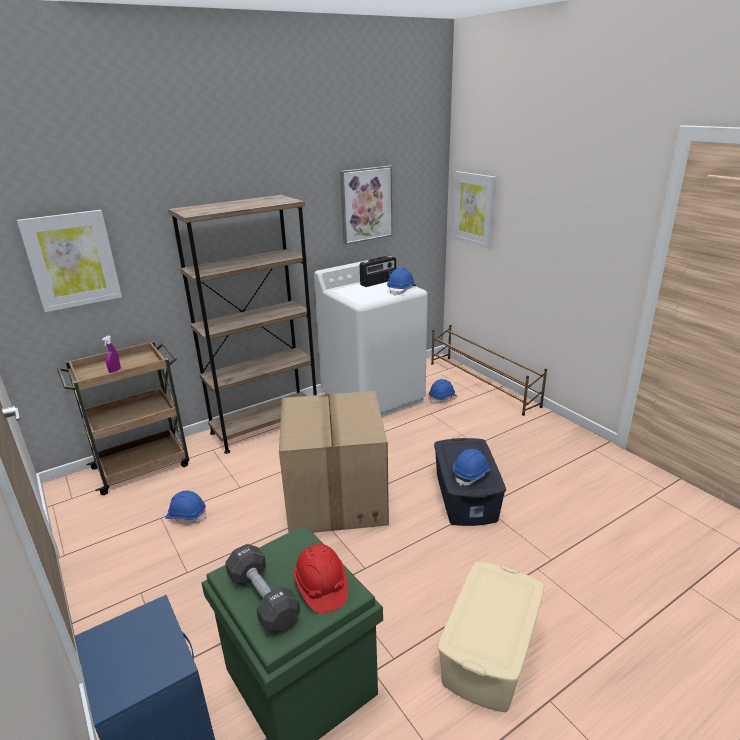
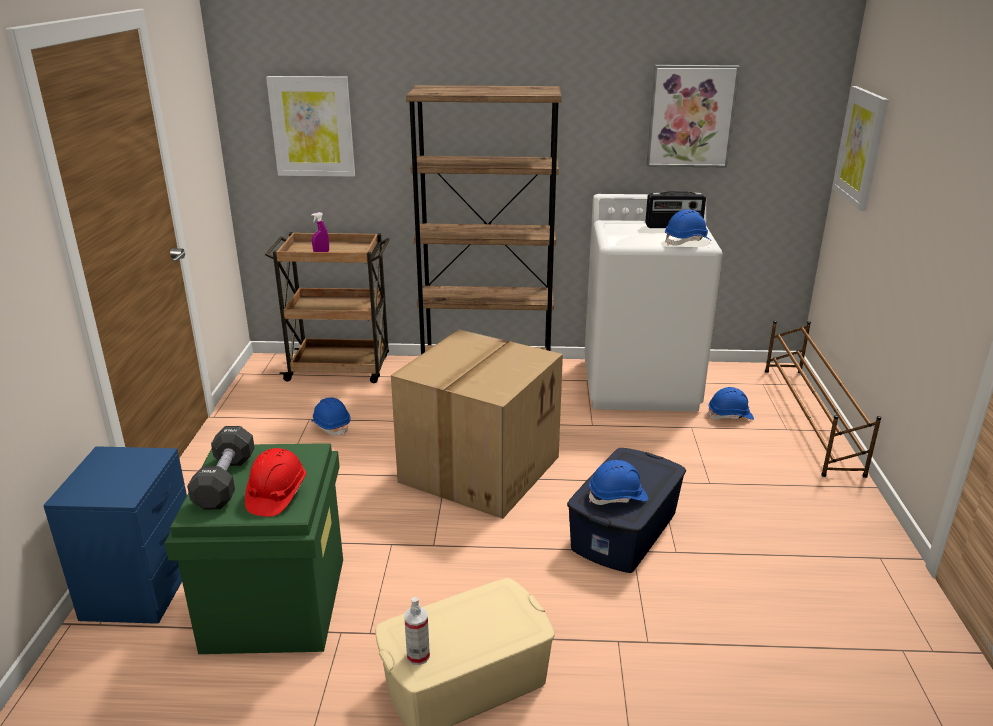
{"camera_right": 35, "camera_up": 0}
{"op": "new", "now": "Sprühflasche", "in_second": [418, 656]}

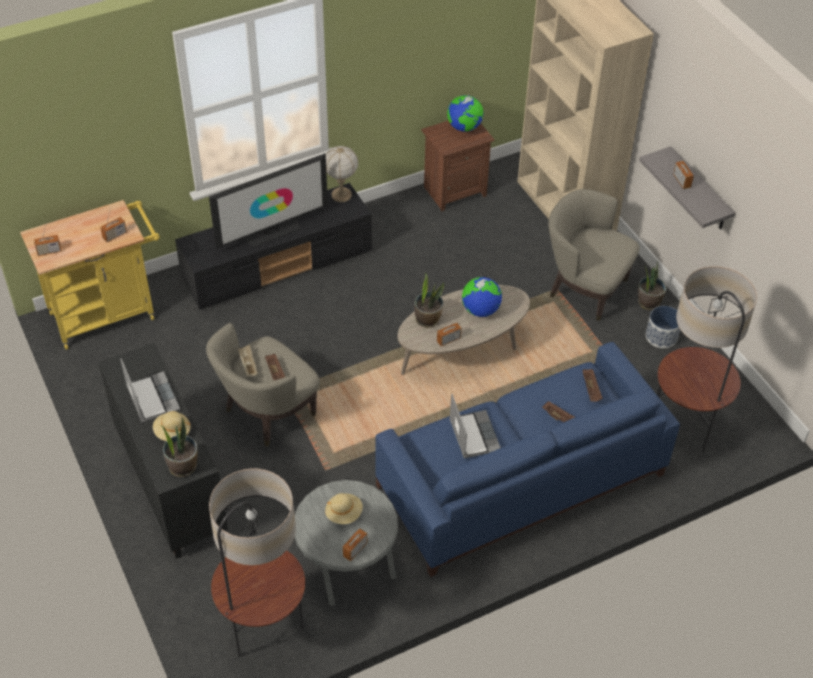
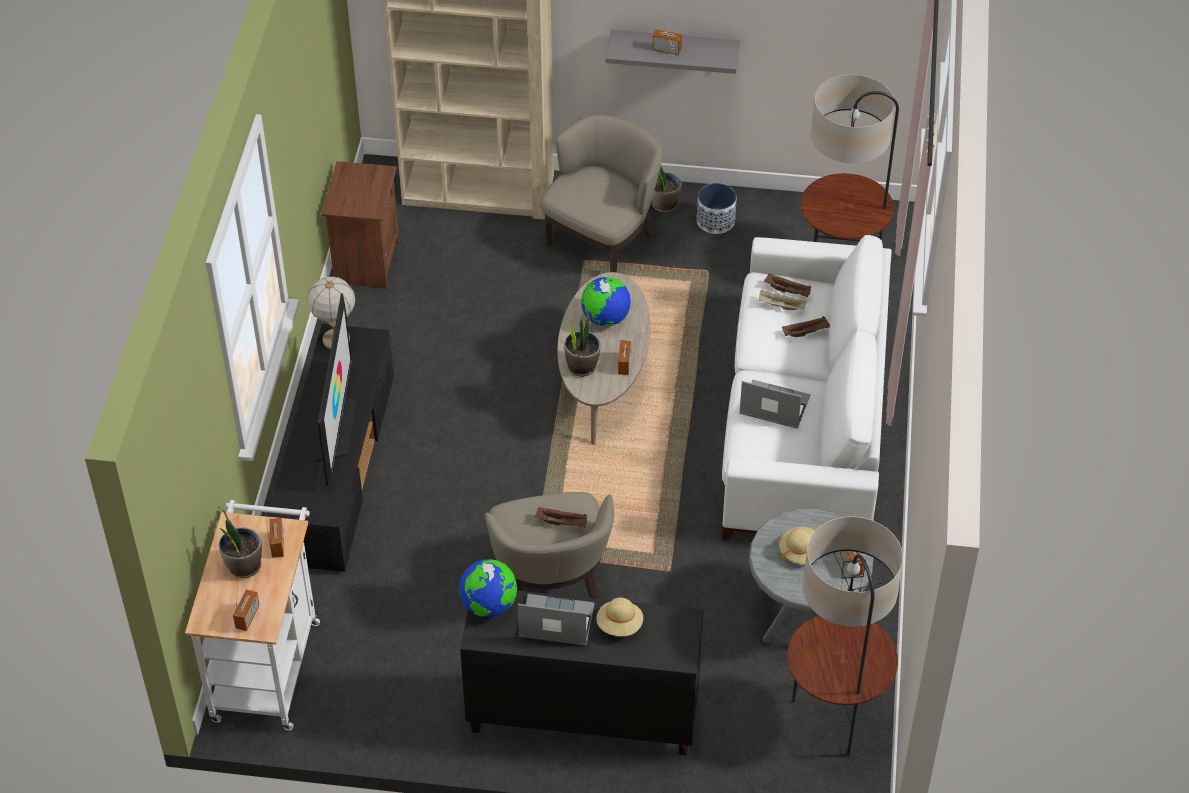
{"camera_right": -55, "camera_up": 0}
{"op": "shifted", "was": "Globus", "in_first": [464, 127], "in_second": [489, 605]}
{"op": "rotated", "was": "Sessel [beige]", "in_first": [584, 288], "in_second": [602, 239], "clockwise": 150}
{"op": "repainted", "was": "Rollwagen [gelb]", "now": "Rollwagen [weiß]", "in_first": [108, 313], "in_second": [267, 663]}
{"op": "repainted", "was": "Sofa [blau]", "now": "Sofa [weiß]", "in_first": [519, 479], "in_second": [802, 424]}
{"op": "shifted", "was": "Tablett [beige]", "in_first": [248, 365], "in_second": [780, 306]}
{"op": "shifted", "was": "Topfpflanze", "in_first": [183, 466], "in_second": [243, 566]}

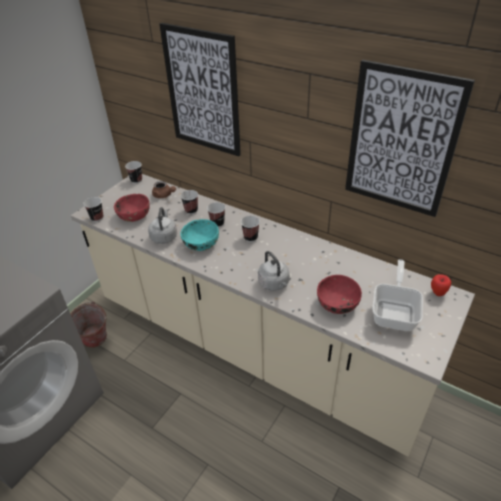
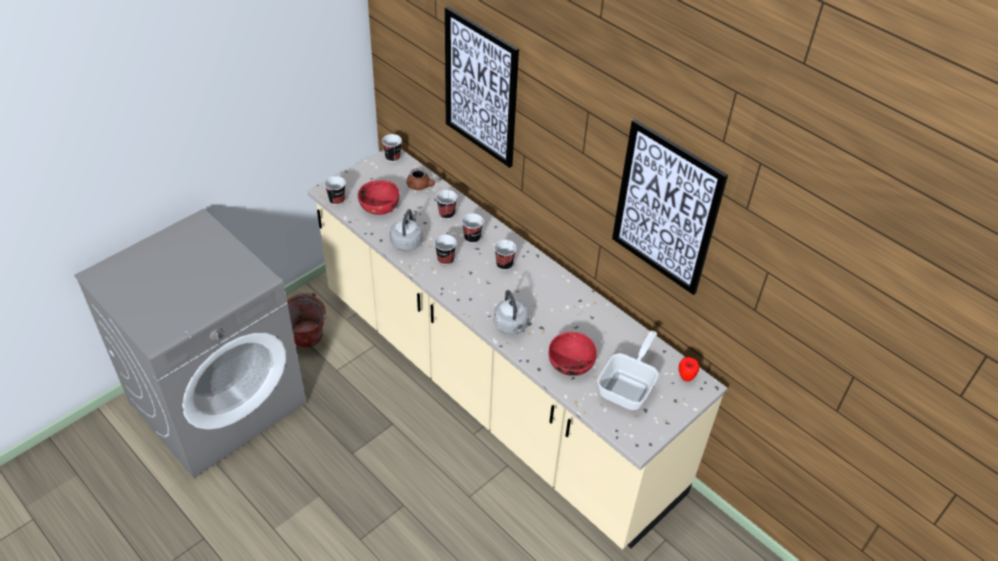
{"camera_right": 10, "camera_up": 5}
{"op": "swapped", "was": "Schüssel [türkis]", "now": "Tasse", "in_first": [200, 243], "in_second": [445, 260]}

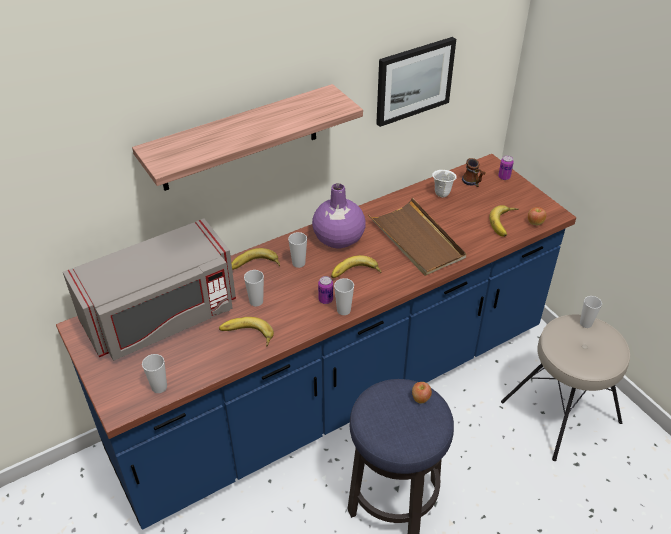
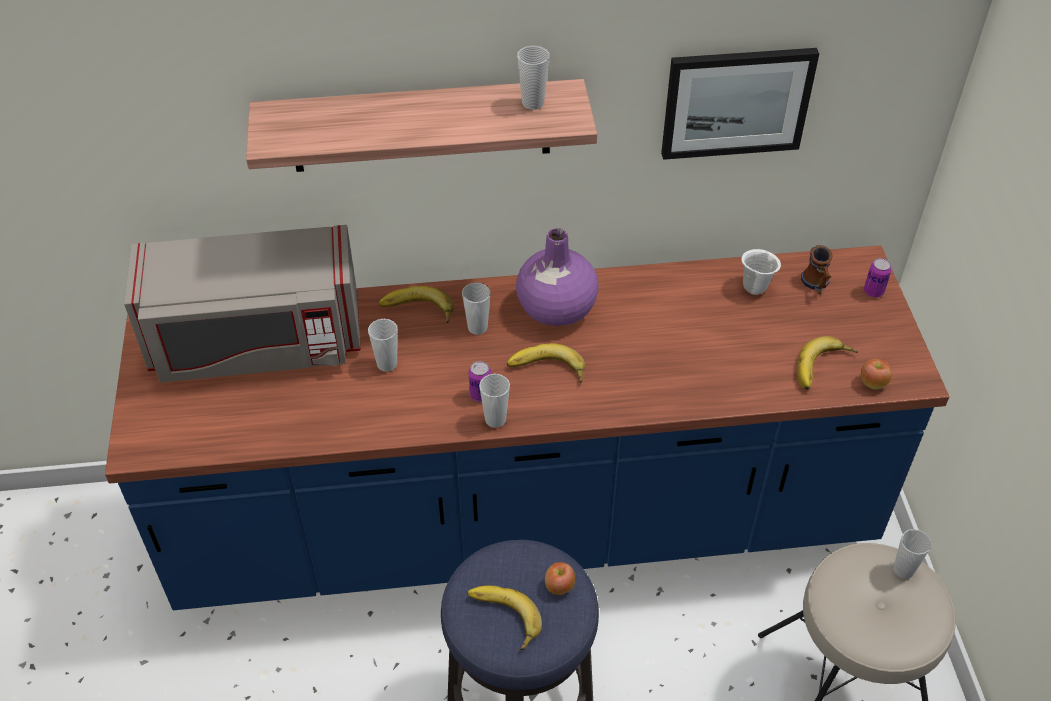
{"camera_right": 25, "camera_up": 5}
{"op": "gone", "was": "Tablett [braun]", "in_first": [417, 240]}
{"op": "shifted", "was": "Banane", "in_first": [246, 336], "in_second": [502, 618]}
{"op": "shifted", "was": "Tasse", "in_first": [159, 387], "in_second": [533, 103]}

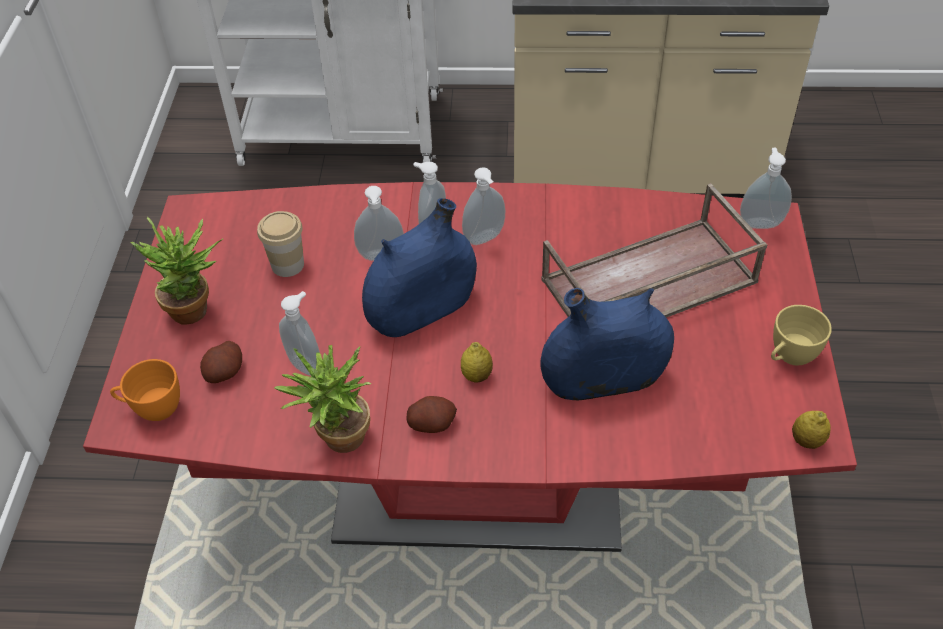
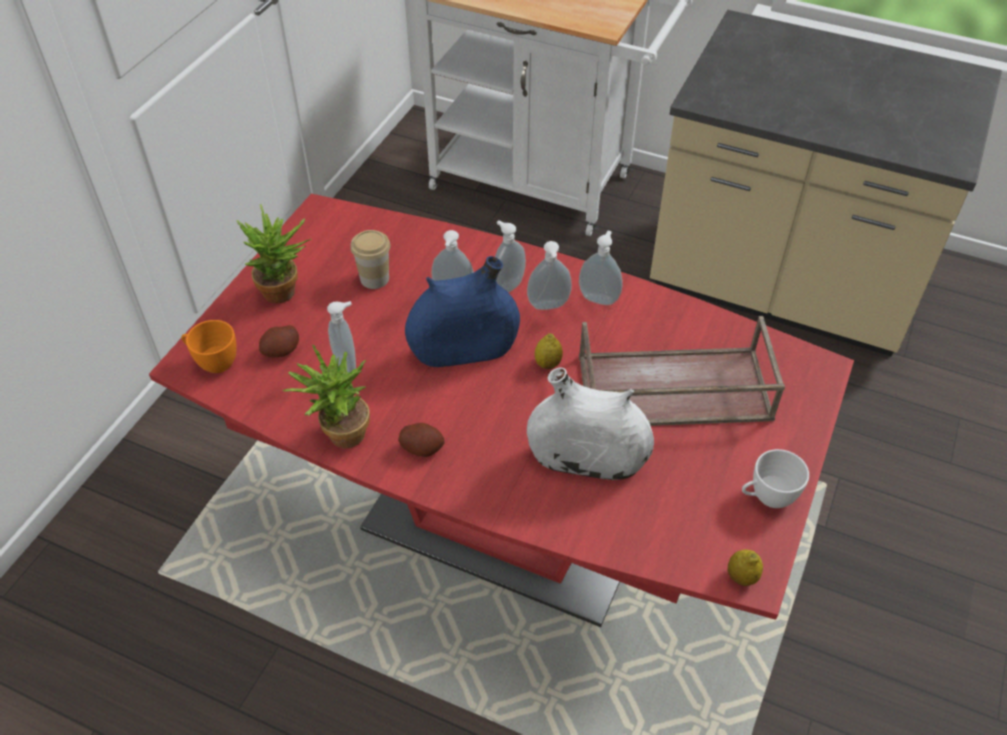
{"camera_right": 20, "camera_up": 0}
{"op": "shifted", "was": "Seifenspender", "in_first": [760, 222], "in_second": [599, 298]}
{"op": "repainted", "was": "Vase [blau]", "now": "Vase [weiß]", "in_first": [604, 380], "in_second": [587, 461]}
{"op": "repainted", "was": "Tasse [gelb]", "now": "Tasse [weiß]", "in_first": [789, 357], "in_second": [767, 497]}
{"op": "shifted", "was": "Zitrone", "in_first": [477, 375], "in_second": [548, 364]}

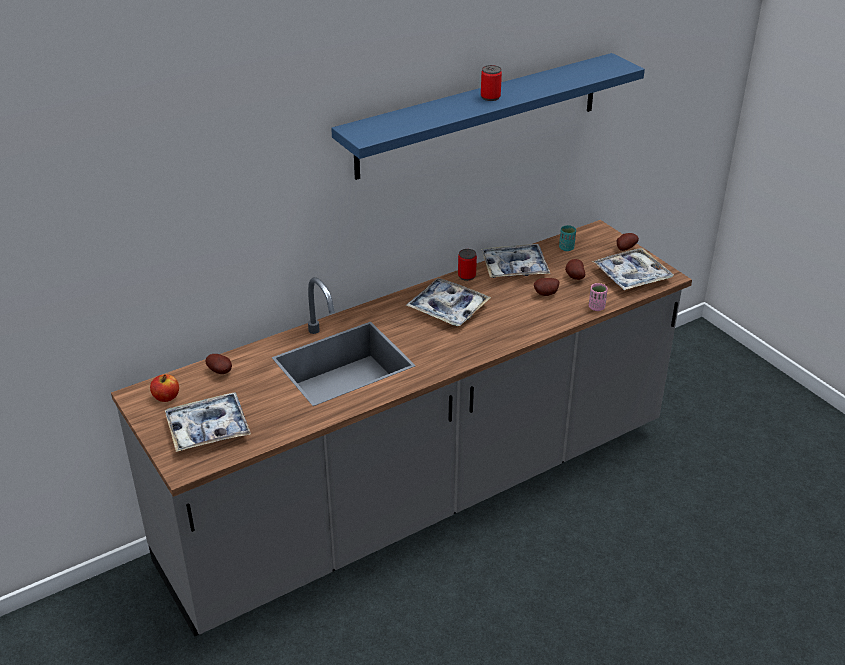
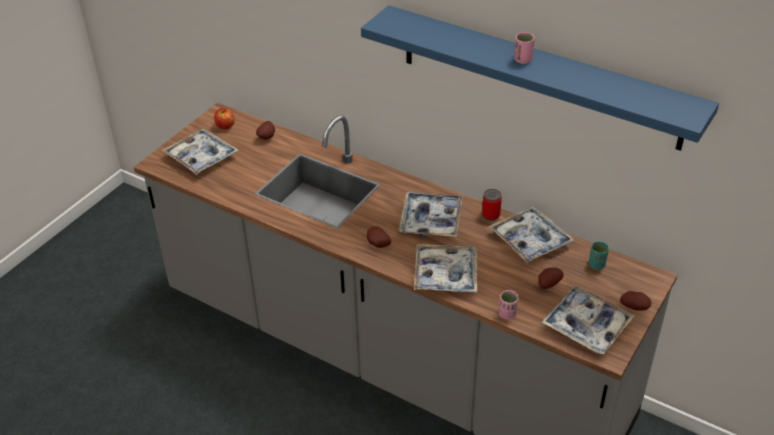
{"camera_right": 65, "camera_up": 5}
{"op": "swapped", "was": "Dose", "now": "Tasse [rosa]", "in_first": [490, 97], "in_second": [522, 60]}
{"op": "shifted", "was": "Kartoffel", "in_first": [546, 295], "in_second": [377, 245]}
{"op": "new", "now": "Tablett", "in_second": [445, 274]}

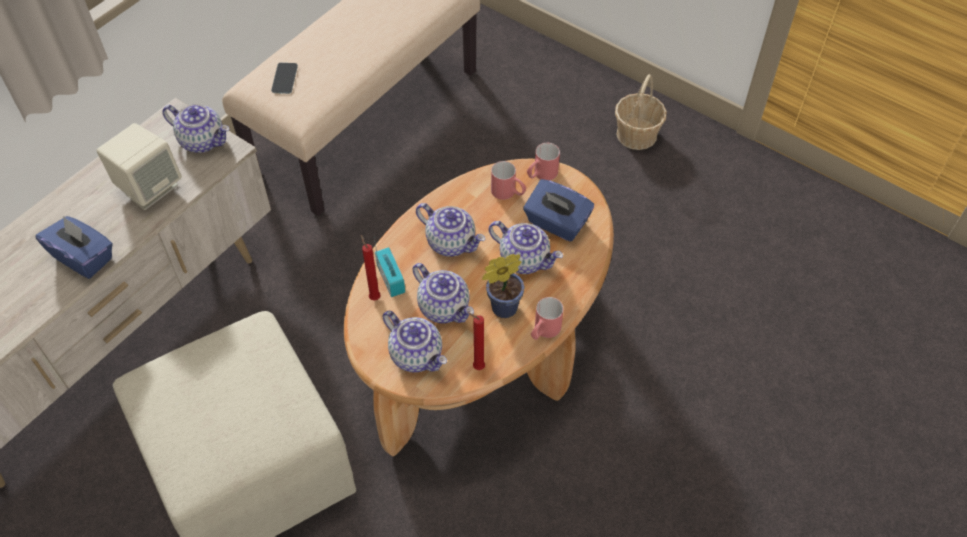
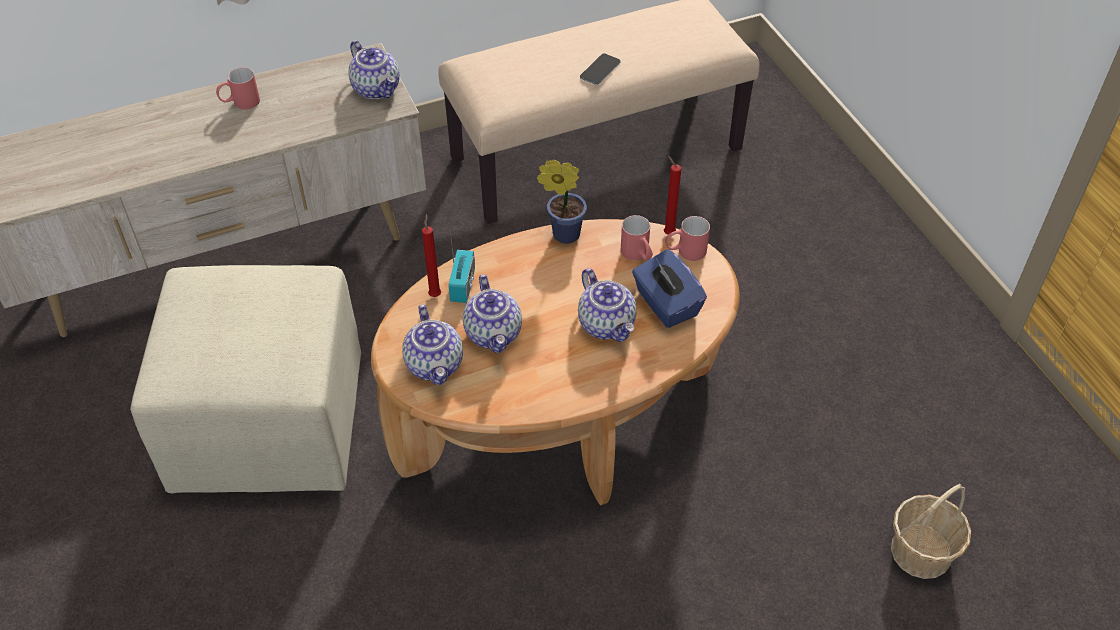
{"camera_right": 30, "camera_up": -5}
{"op": "shifted", "was": "Handy", "in_first": [284, 78], "in_second": [600, 69]}
{"op": "shifted", "was": "Korb", "in_first": [637, 134], "in_second": [921, 551]}
{"op": "gone", "was": "Lautsprecher [beige]", "in_first": [149, 188]}
{"op": "gone", "was": "Teekanne", "in_first": [451, 242]}
{"op": "gone", "was": "Taschentuchbox [blau]", "in_first": [83, 257]}
{"op": "shifted", "was": "Topfpflanze", "in_first": [501, 309], "in_second": [562, 234]}
{"op": "shifted", "was": "Henkelbecher [rot]", "in_first": [544, 332], "in_second": [240, 103]}
{"op": "shifted", "was": "Kerze [rot]", "in_first": [476, 367], "in_second": [667, 233]}

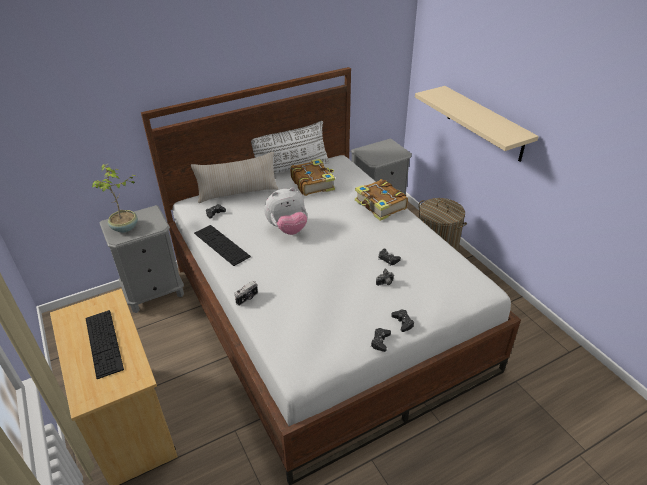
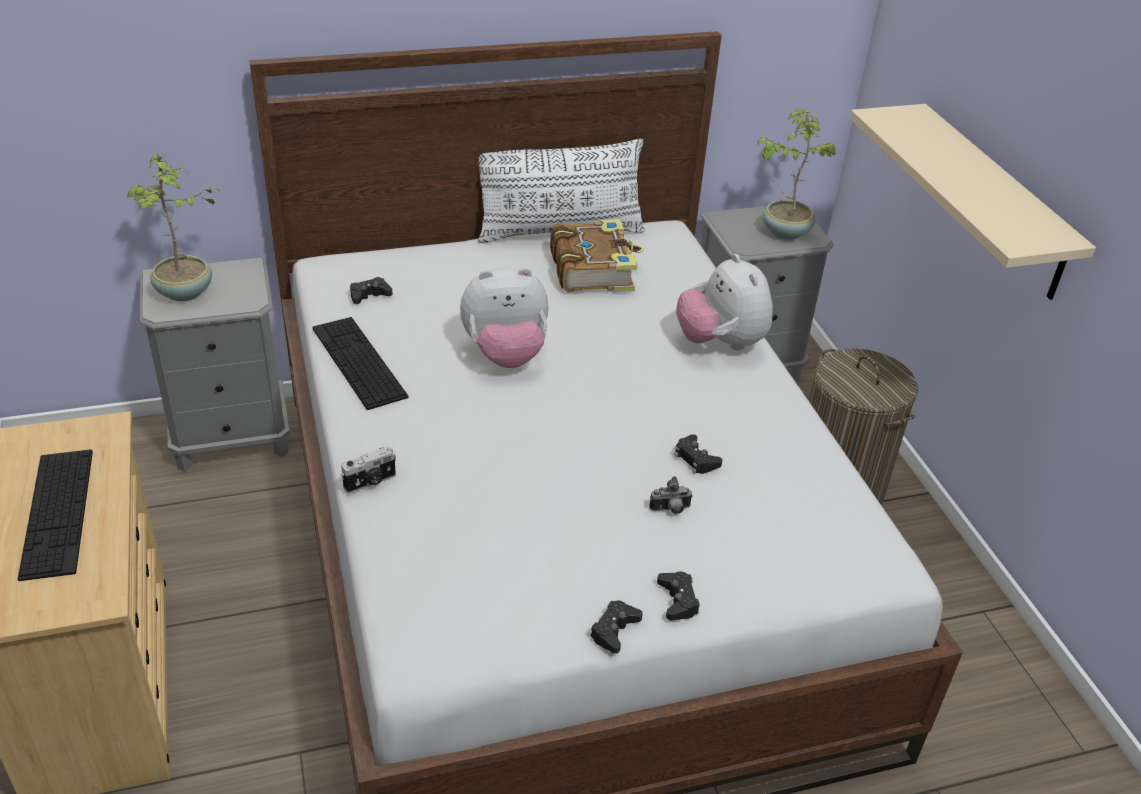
{"camera_right": 10, "camera_up": 0}
{"op": "gone", "was": "Kissen [beige]", "in_first": [238, 193]}
{"op": "swapped", "was": "Buch", "now": "Plüschtier", "in_first": [380, 206], "in_second": [720, 342]}
{"op": "new", "now": "Topfpflanze", "in_second": [785, 231]}

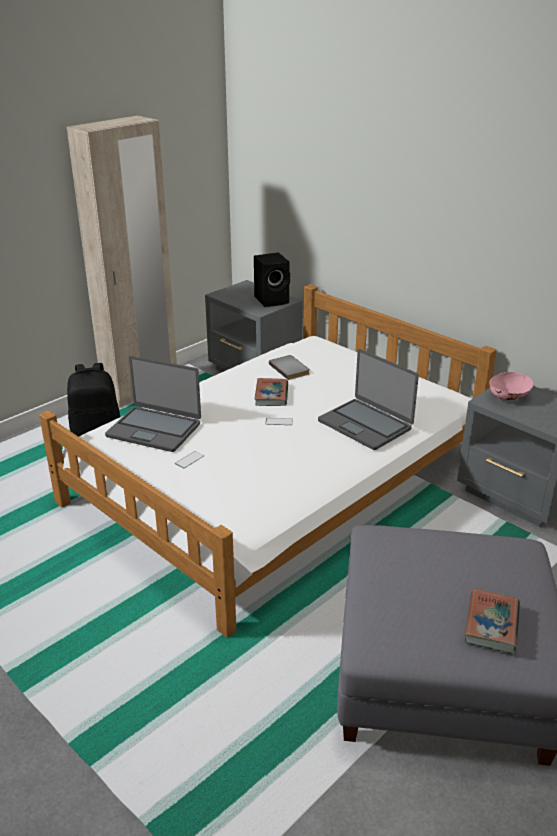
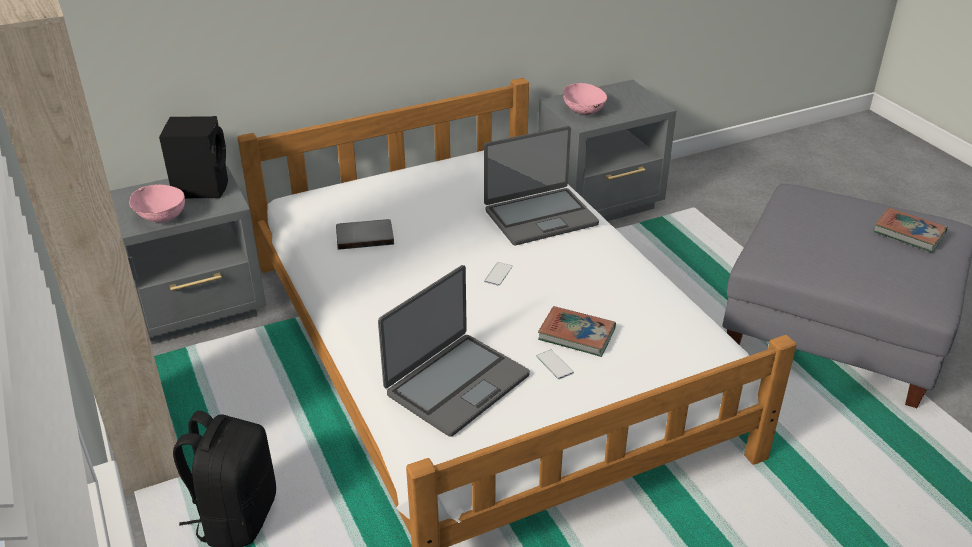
{"camera_right": -70, "camera_up": 5}
{"op": "shifted", "was": "Buch", "in_first": [271, 395], "in_second": [576, 335]}
{"op": "new", "now": "Schüssel [rosa]", "in_second": [160, 217]}

